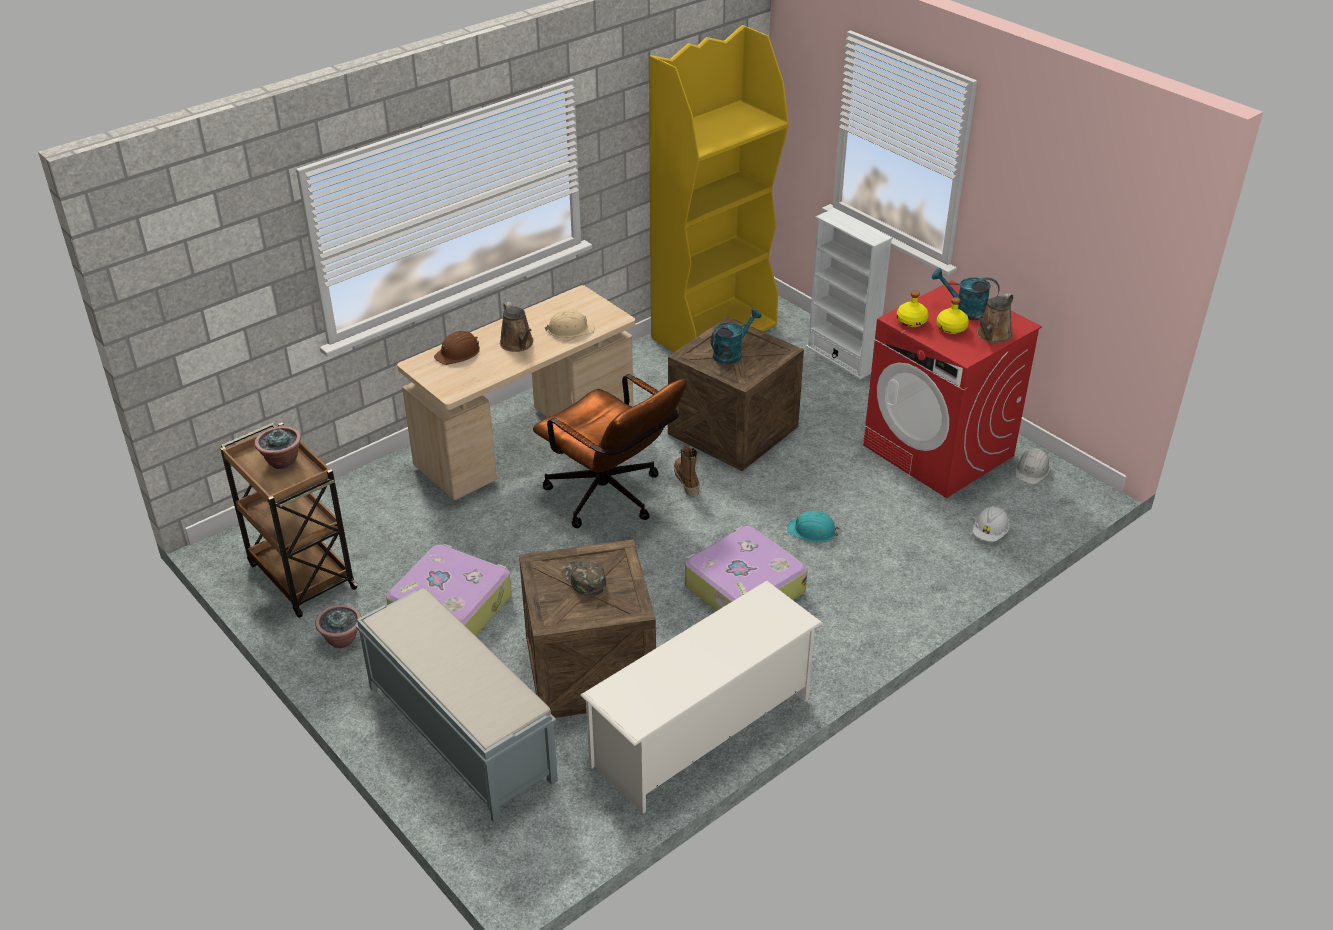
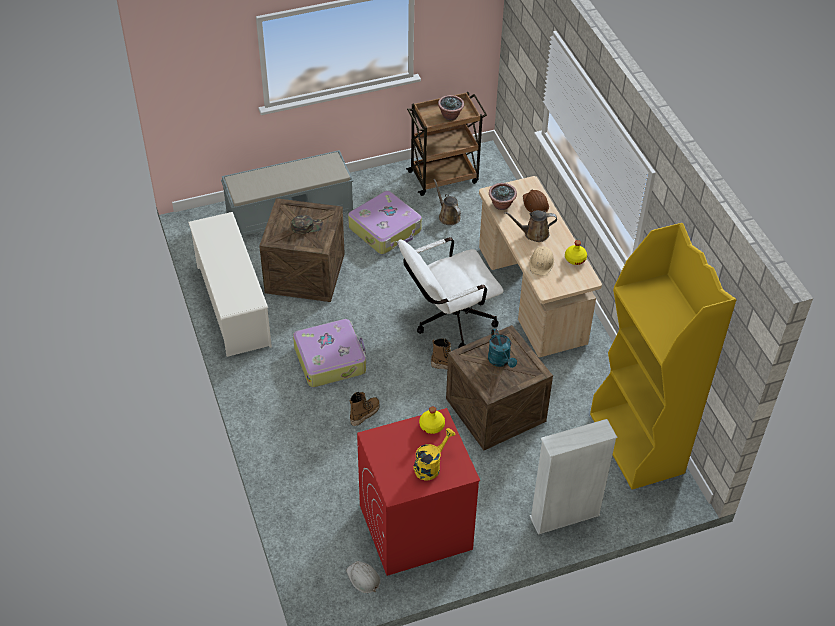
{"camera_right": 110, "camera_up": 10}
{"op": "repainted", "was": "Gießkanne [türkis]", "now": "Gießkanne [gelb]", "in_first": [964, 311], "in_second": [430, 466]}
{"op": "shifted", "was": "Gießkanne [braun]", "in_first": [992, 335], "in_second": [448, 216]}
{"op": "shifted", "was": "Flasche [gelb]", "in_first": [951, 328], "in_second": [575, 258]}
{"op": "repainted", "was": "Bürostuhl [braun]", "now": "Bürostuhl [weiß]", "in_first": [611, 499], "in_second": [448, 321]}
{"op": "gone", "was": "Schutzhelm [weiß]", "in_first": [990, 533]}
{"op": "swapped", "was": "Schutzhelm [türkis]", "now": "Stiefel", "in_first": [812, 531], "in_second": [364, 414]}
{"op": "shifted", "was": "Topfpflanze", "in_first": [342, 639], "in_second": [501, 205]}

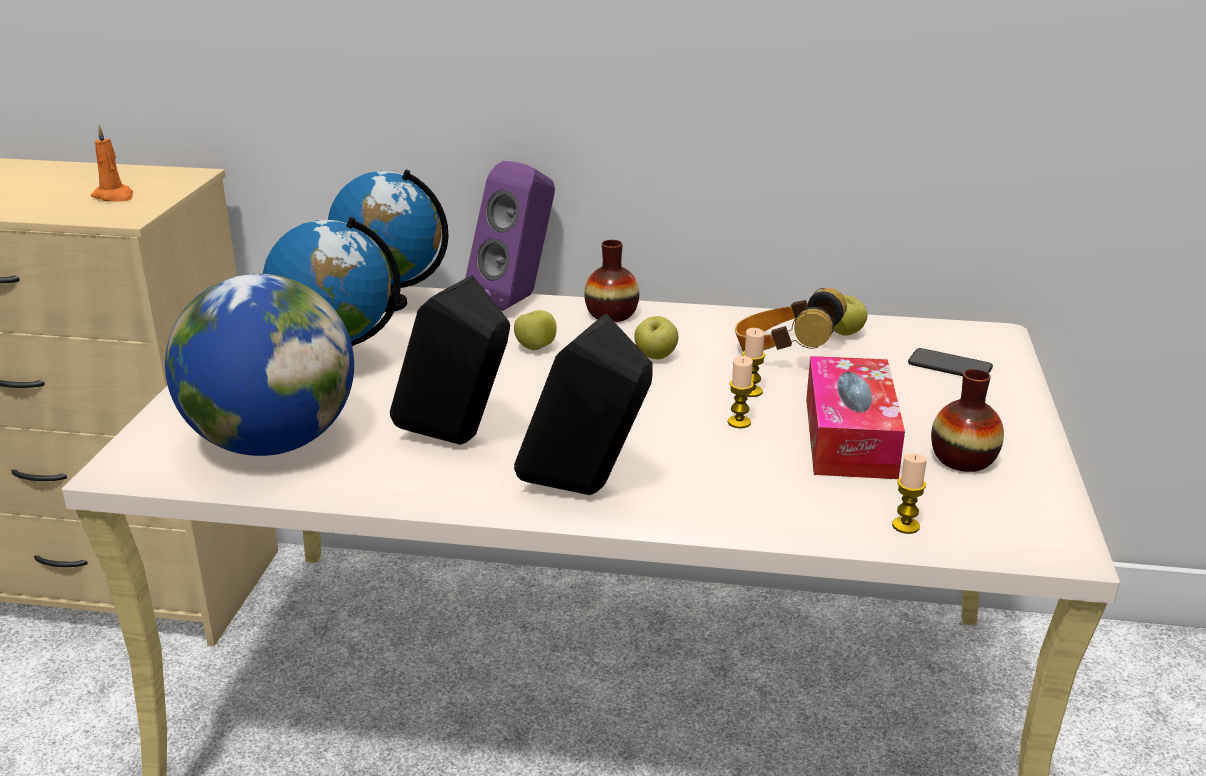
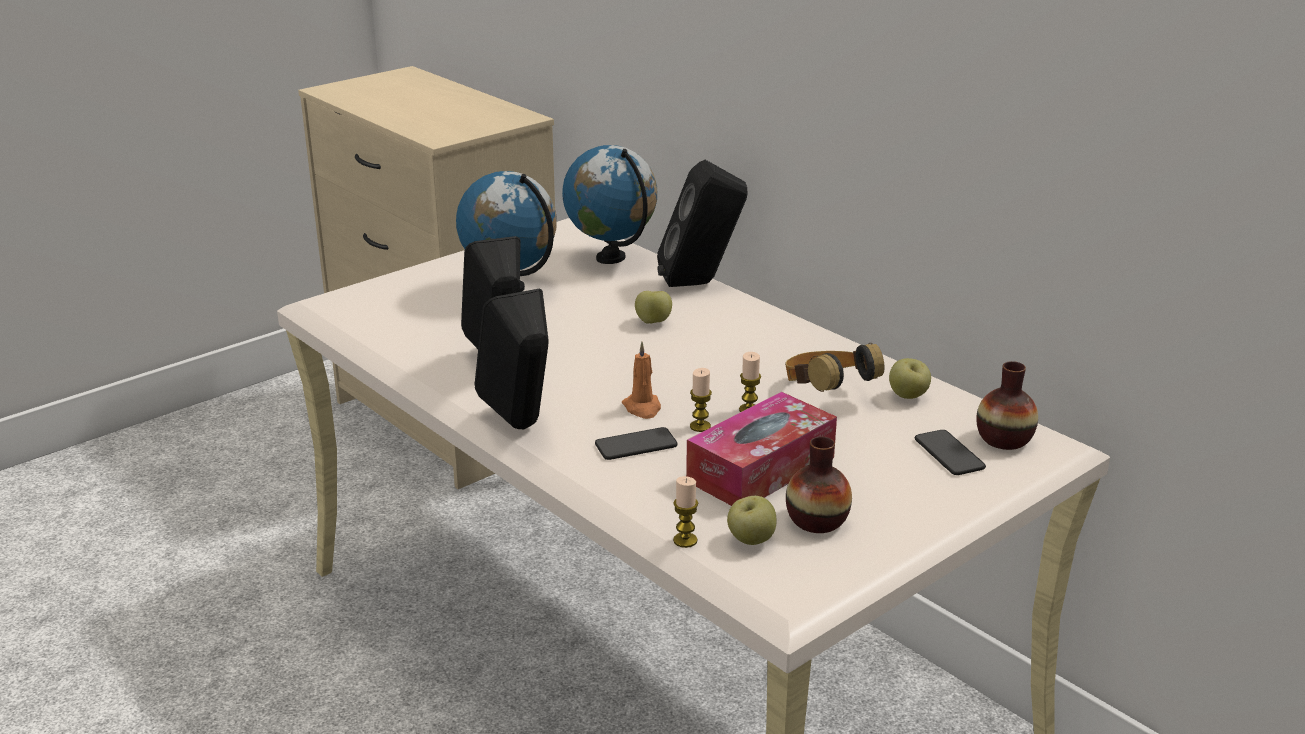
{"camera_right": 40, "camera_up": 0}
{"op": "shifted", "was": "Kerze [orange]", "in_first": [114, 196], "in_second": [642, 408]}
{"op": "repainted", "was": "Lautsprecher [lila]", "now": "Lautsprecher [schwarz]", "in_first": [518, 300], "in_second": [701, 283]}
{"op": "shifted", "was": "Vase", "in_first": [611, 314], "in_second": [1004, 439]}
{"op": "gone", "was": "Globus", "in_first": [272, 443]}
{"op": "shifted", "was": "Apfel", "in_first": [655, 357], "in_second": [751, 540]}
{"op": "new", "now": "Handy", "in_second": [636, 445]}

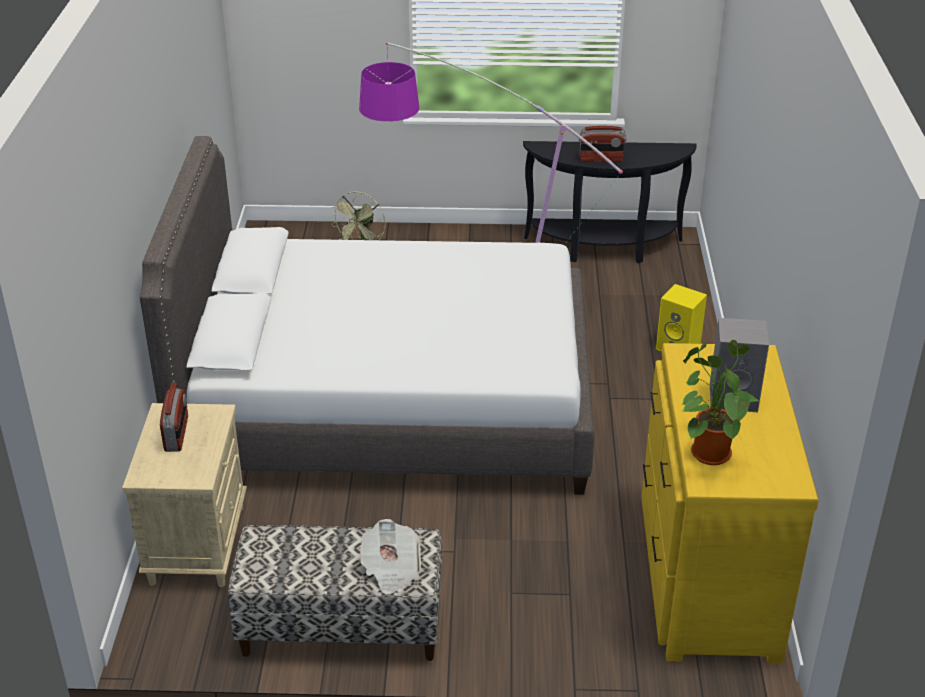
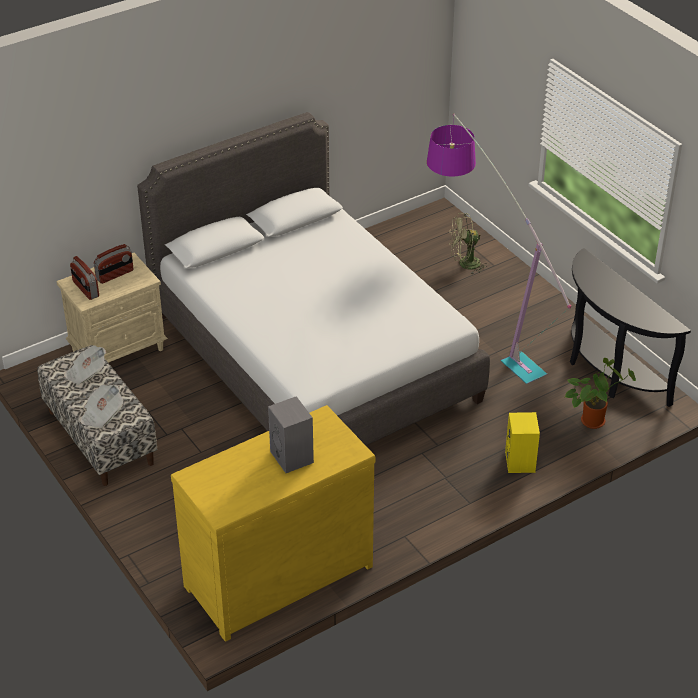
{"camera_right": 55, "camera_up": 5}
{"op": "shifted", "was": "Radio", "in_first": [601, 159], "in_second": [85, 289]}
{"op": "shifted", "was": "Topfpflanze", "in_first": [707, 451], "in_second": [593, 419]}
{"op": "new", "now": "Zeitung", "in_second": [86, 374]}

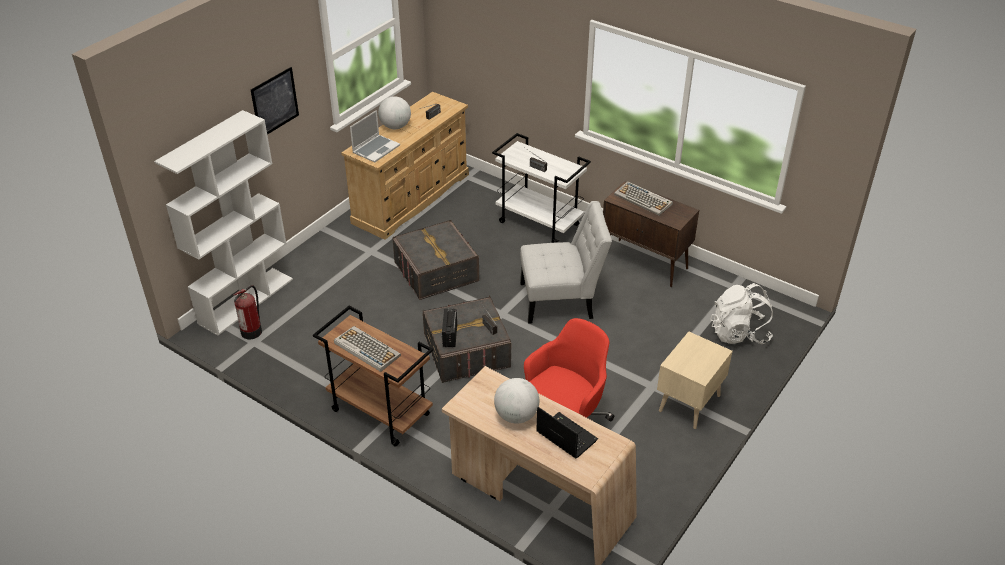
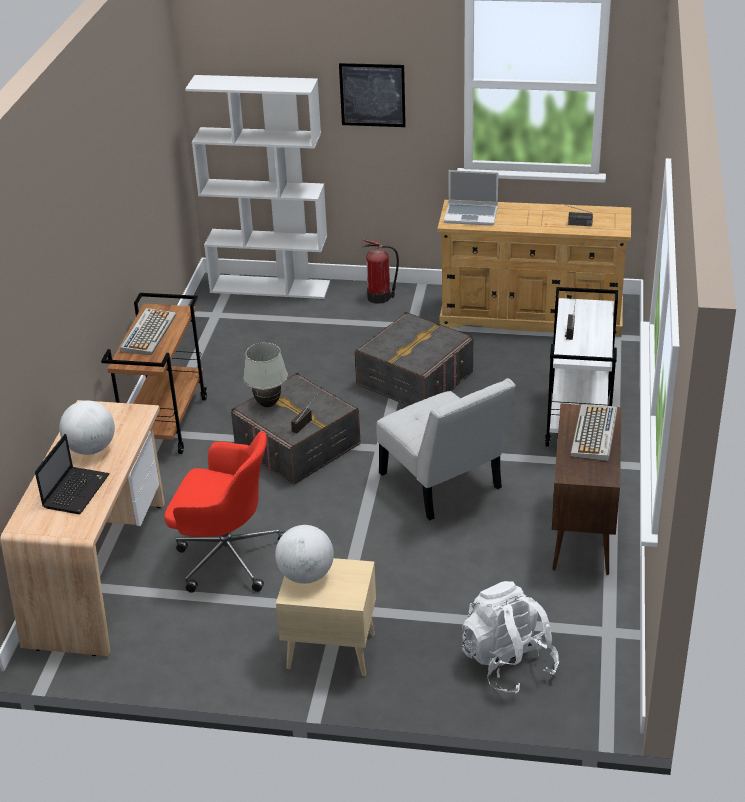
{"camera_right": 65, "camera_up": -5}
{"op": "shifted", "was": "Globus", "in_first": [395, 126], "in_second": [306, 575]}
{"op": "shifted", "was": "Feuerlöscher", "in_first": [252, 331], "in_second": [380, 297]}
{"op": "swapped", "was": "Radio", "now": "Tischlampe [weiß]", "in_first": [450, 336], "in_second": [268, 404]}

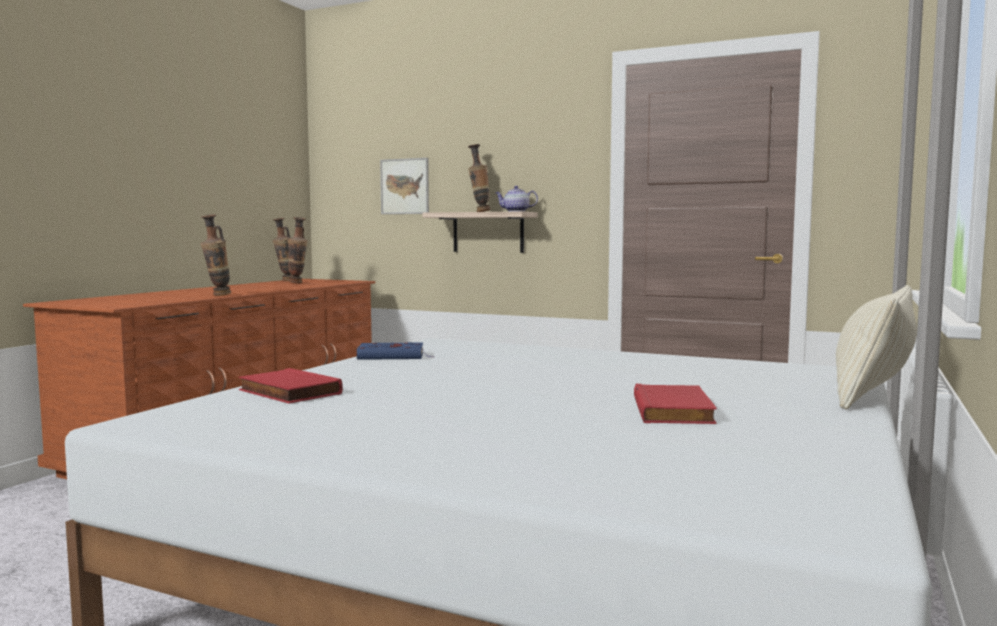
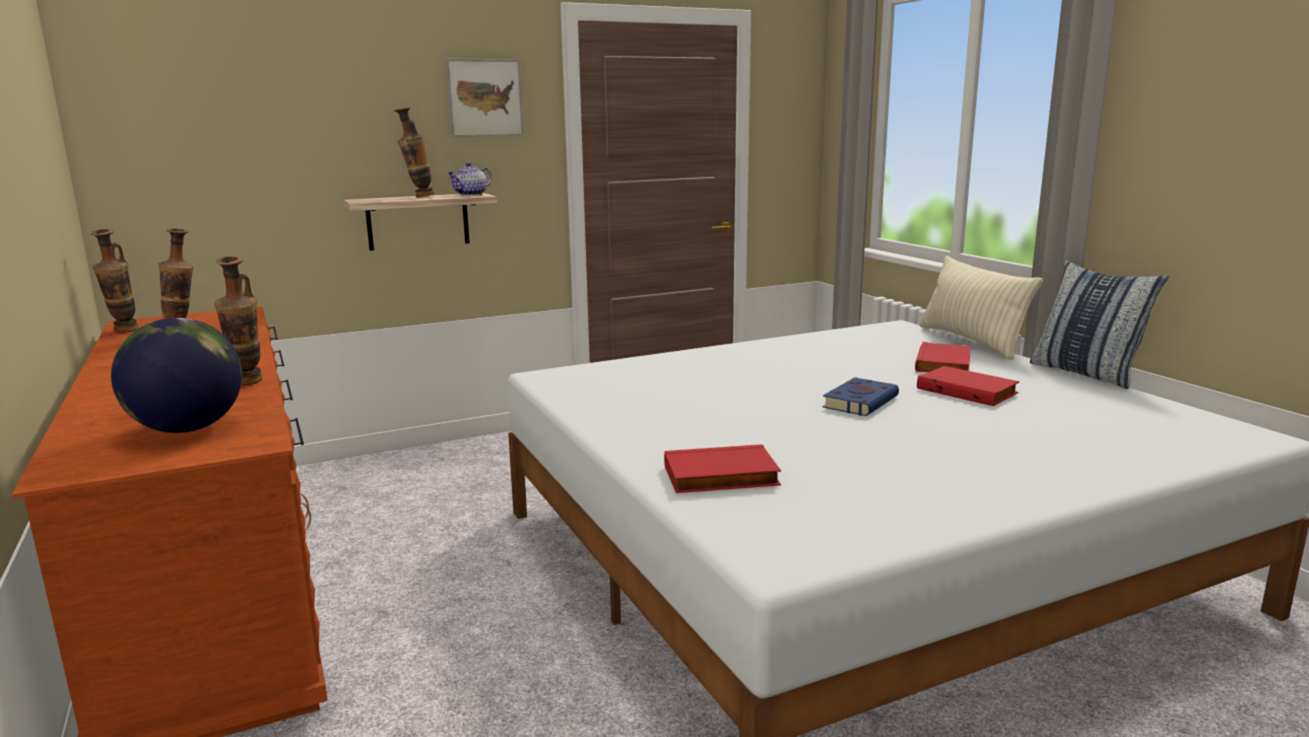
{"camera_right": -50, "camera_up": 10}
{"op": "shifted", "was": "Bild", "in_first": [405, 186], "in_second": [485, 98]}
{"op": "shifted", "was": "Buch [blau]", "in_first": [393, 356], "in_second": [861, 401]}
{"op": "new", "now": "Kissen", "in_second": [1086, 373]}
{"op": "new", "now": "Globus", "in_second": [187, 428]}
{"op": "new", "now": "Buch [rot]", "in_second": [945, 364]}

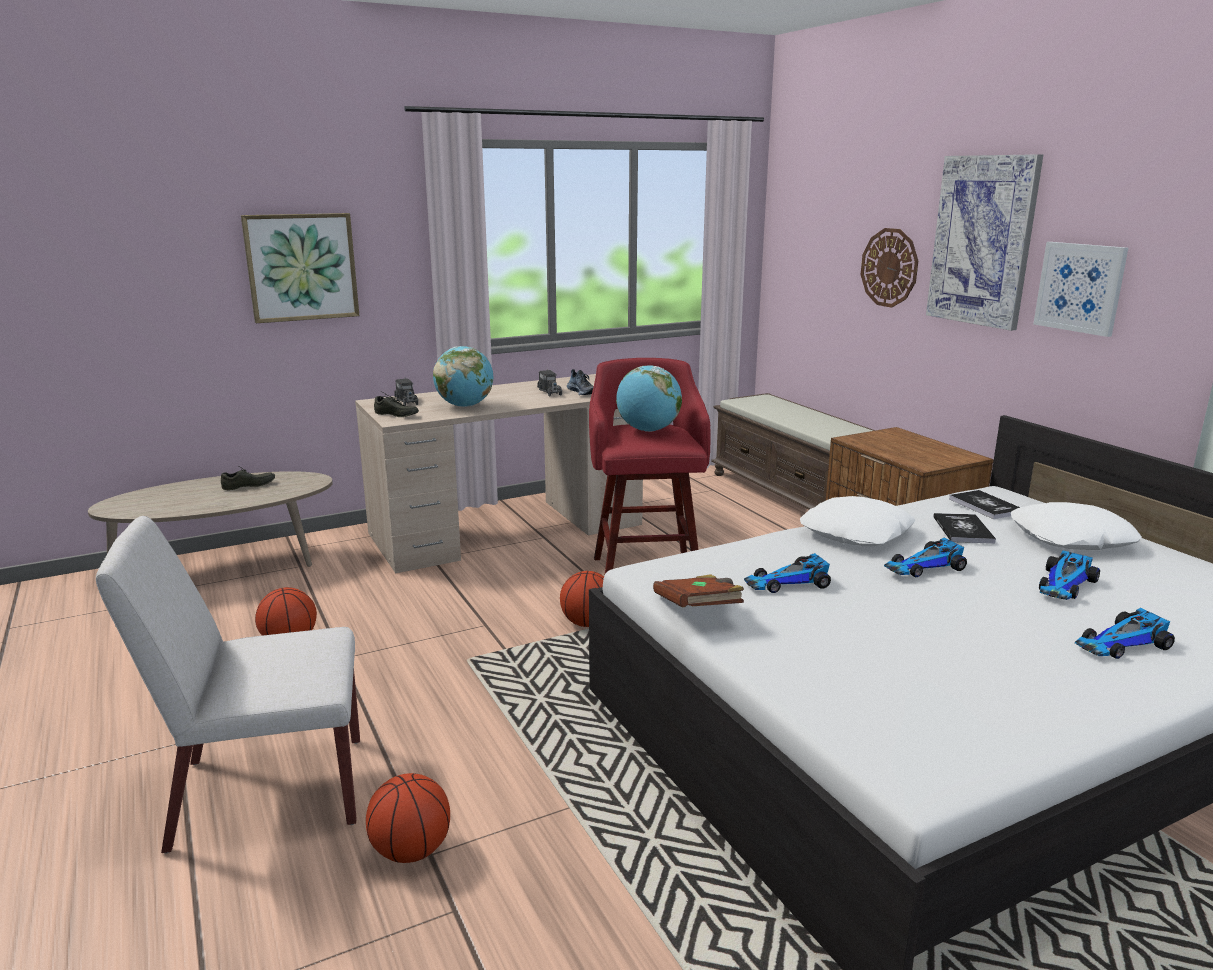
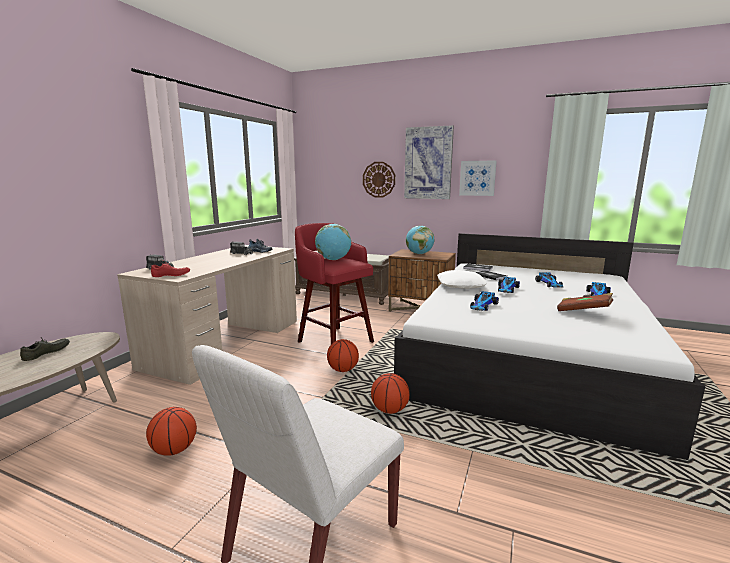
{"camera_right": -40, "camera_up": -5}
{"op": "gone", "was": "Bild", "in_first": [301, 267]}
{"op": "shifted", "was": "Globus", "in_first": [465, 406], "in_second": [419, 254]}
{"op": "repainted", "was": "Schuh [grau]", "now": "Schuh [rot]", "in_first": [395, 415], "in_second": [171, 275]}
{"op": "gone", "was": "Kissen [weiß]", "in_first": [1071, 538]}
{"op": "shifted", "was": "Buch [braun]", "in_first": [698, 610], "in_second": [583, 312]}
{"op": "shifted", "was": "Basketball", "in_first": [411, 851], "in_second": [389, 410]}

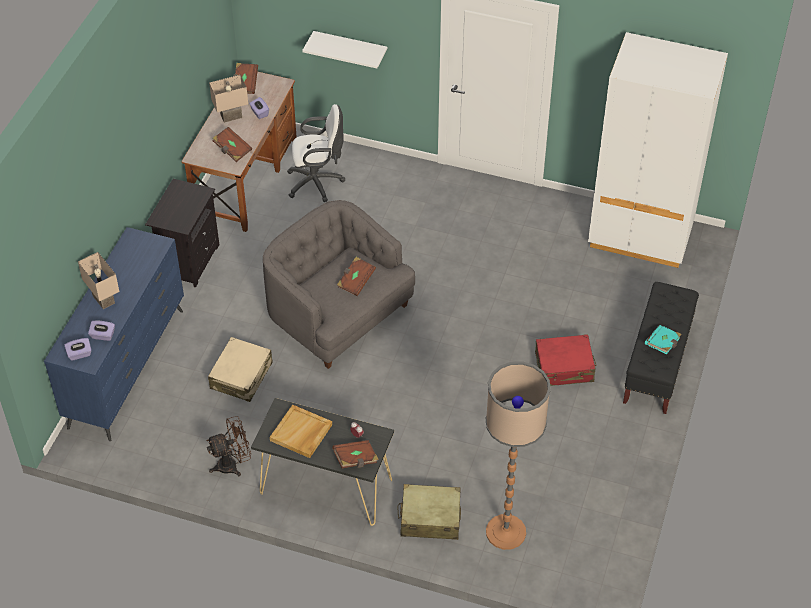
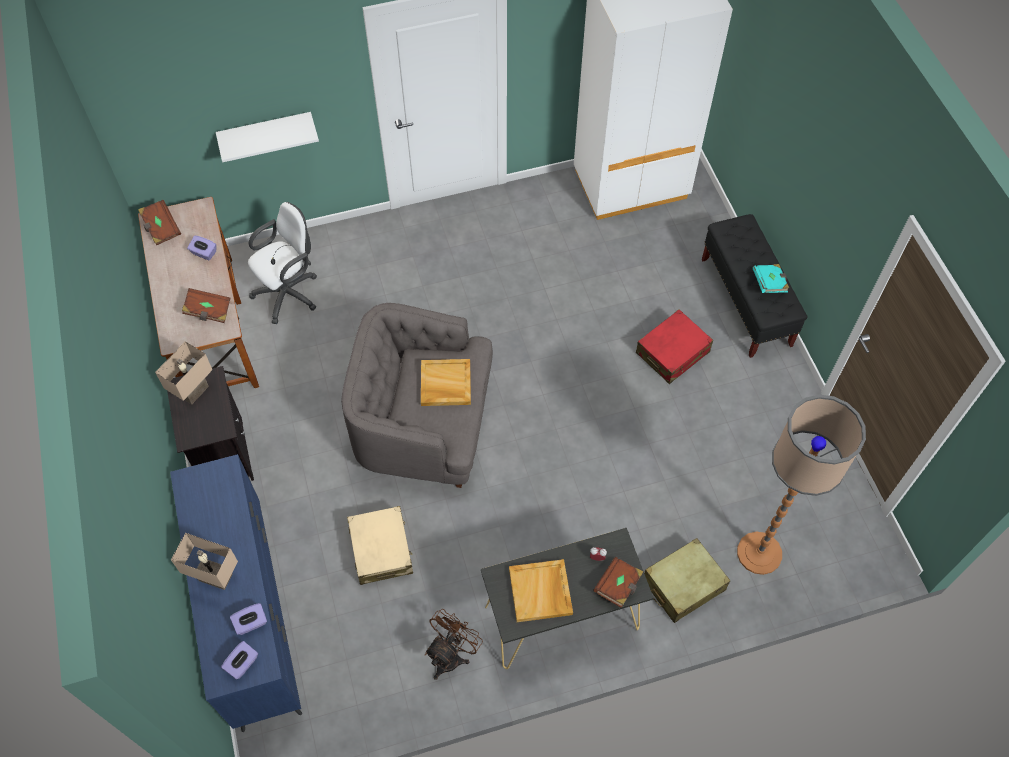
{"camera_right": -35, "camera_up": 10}
{"op": "shifted", "was": "Tischlampe [beige]", "in_first": [231, 117], "in_second": [195, 392]}
{"op": "swapped", "was": "Buch [braun]", "now": "Tablett [beige]", "in_first": [356, 281], "in_second": [445, 384]}

